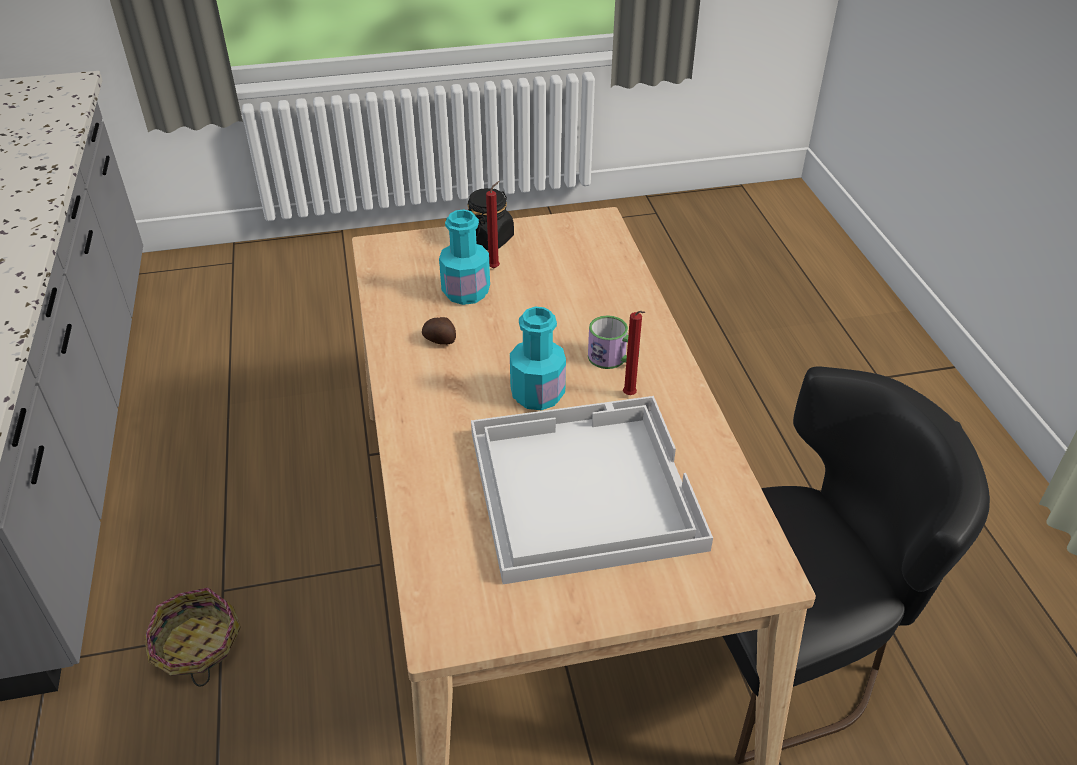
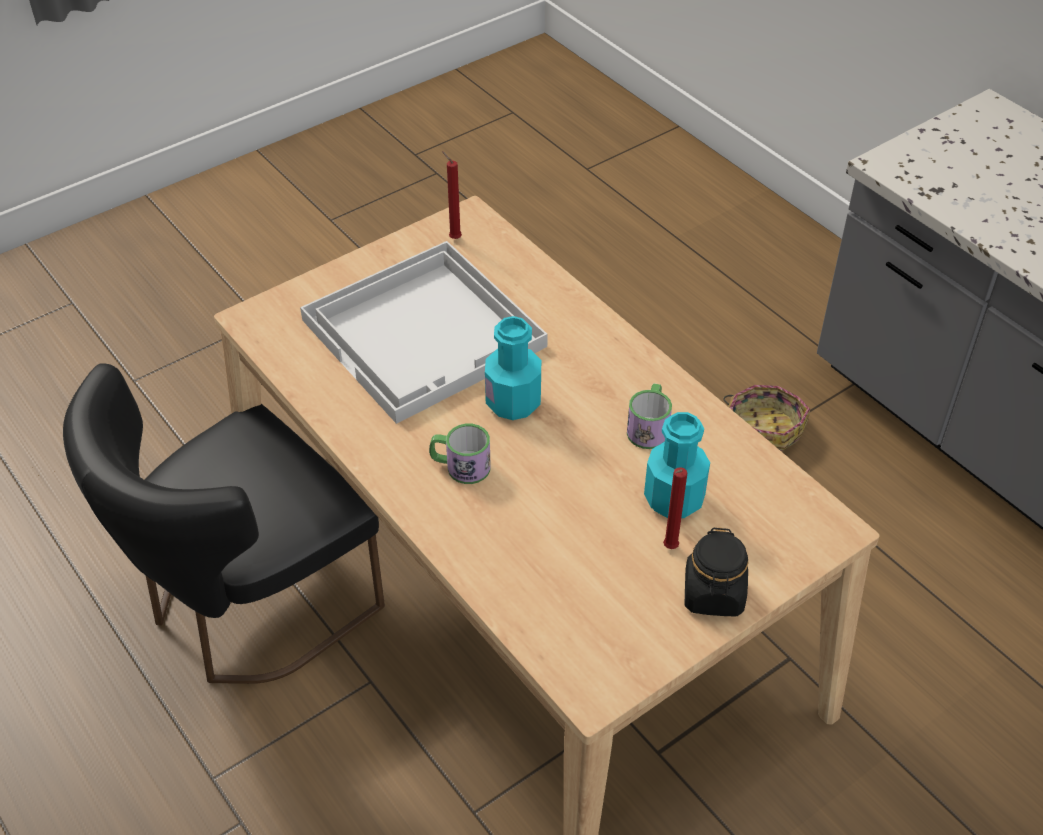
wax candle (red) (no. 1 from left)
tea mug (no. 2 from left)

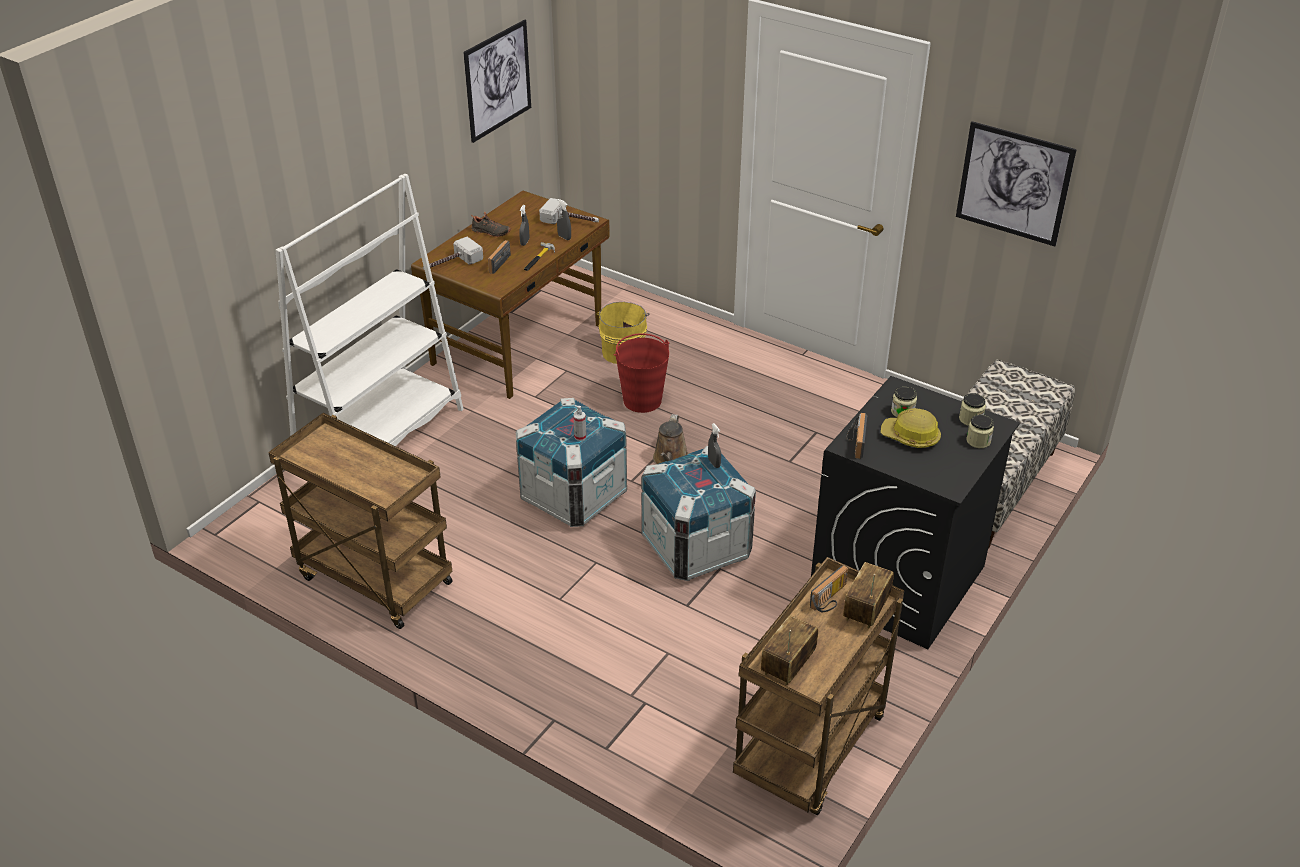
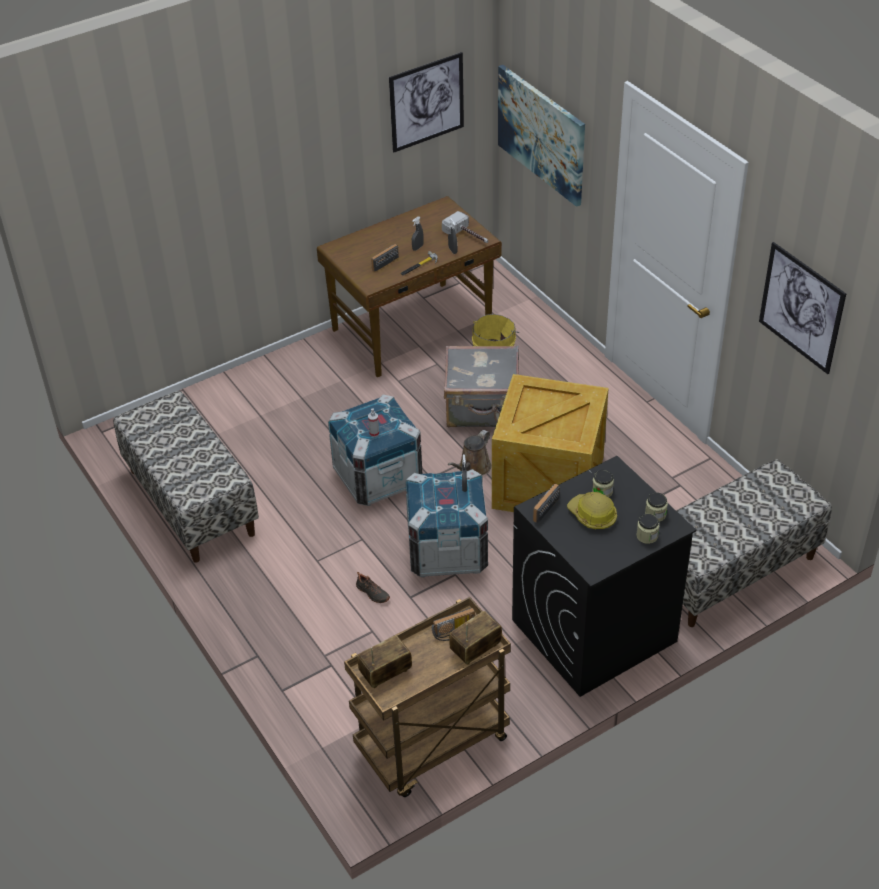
indoor bench (no. 1 from left)
item of footwear (blackish)
suitcase (greyish)
packing crate (no. 3 from left)
wall picture (no. 2 from left)
shelving unit (white-coloured)
hammer (no. 1 from left in the first image)

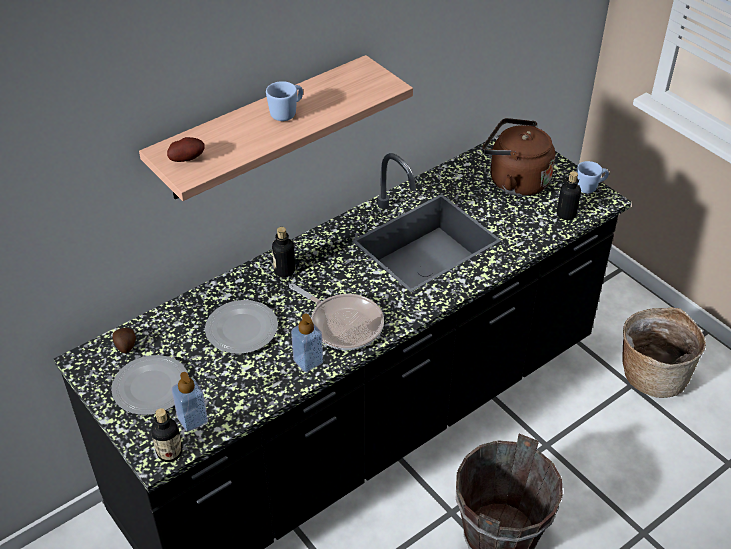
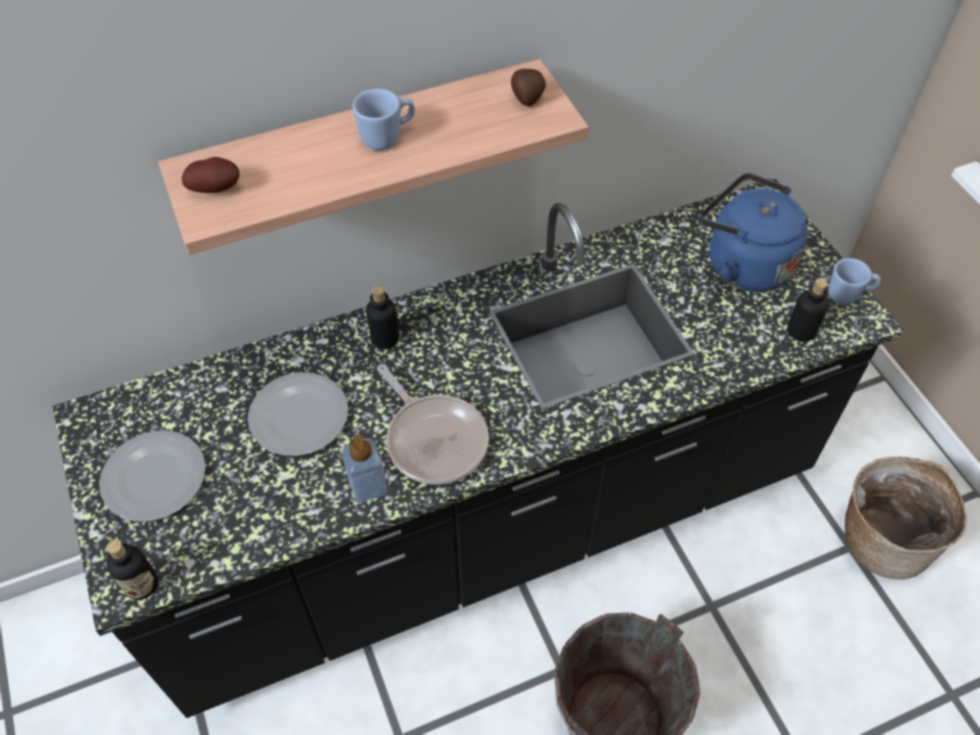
whole potato (no. 2 from left)
tea kettle (bluish)
soap dispenser (no. 1 from left in the first image)

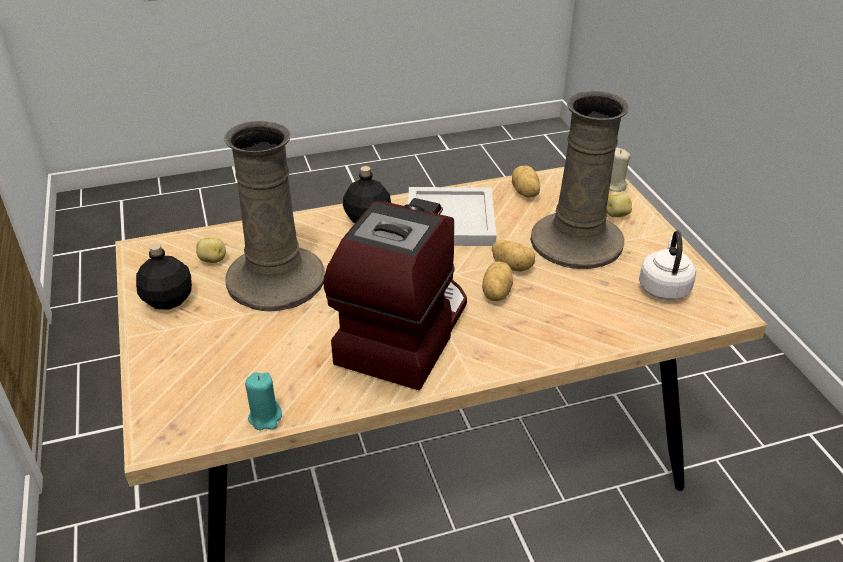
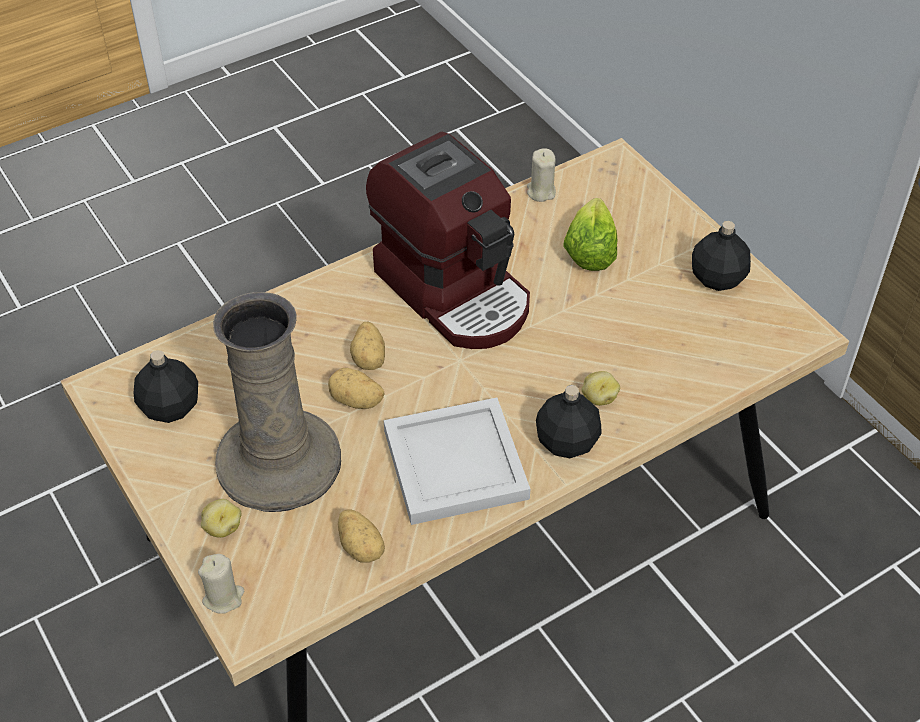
drink bottle (blackish) (no. 1 from left)
coffee brewer
wax candle (beige) (no. 2 from left)
lettuce head
whole potato (no. 5 from left)
decorative vase (beige) (no. 1 from left in the first image)

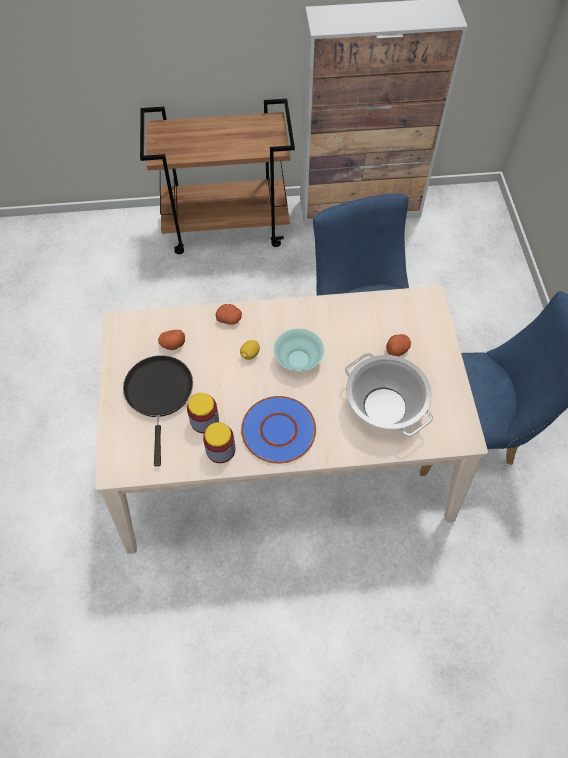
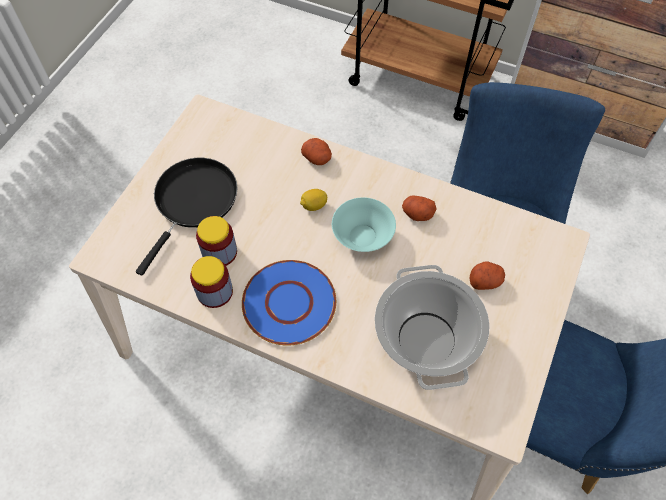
whole potato (no. 2 from left)

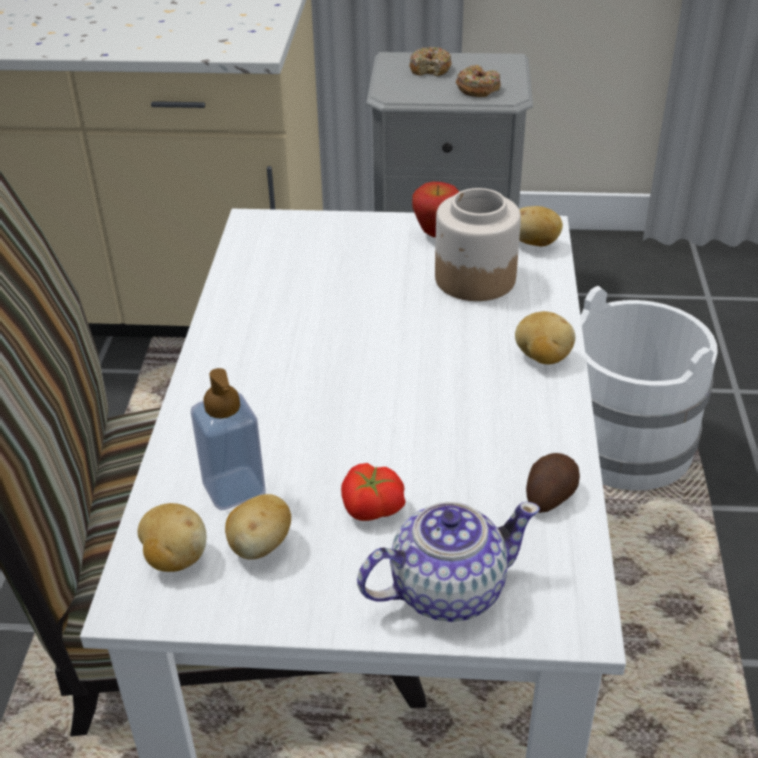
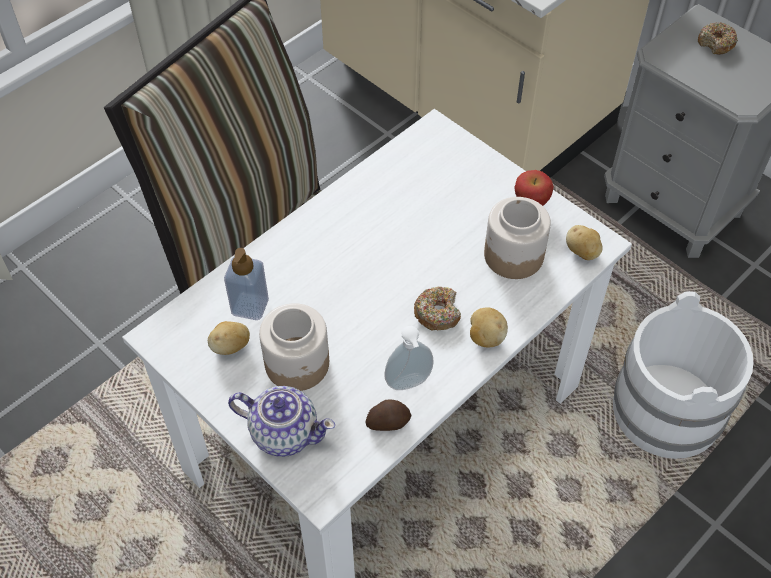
preserve jar (no. 1 from left)
soap dispenser (no. 2 from left)
doughnut (no. 1 from left)
whole potato (no. 1 from left in the first image)

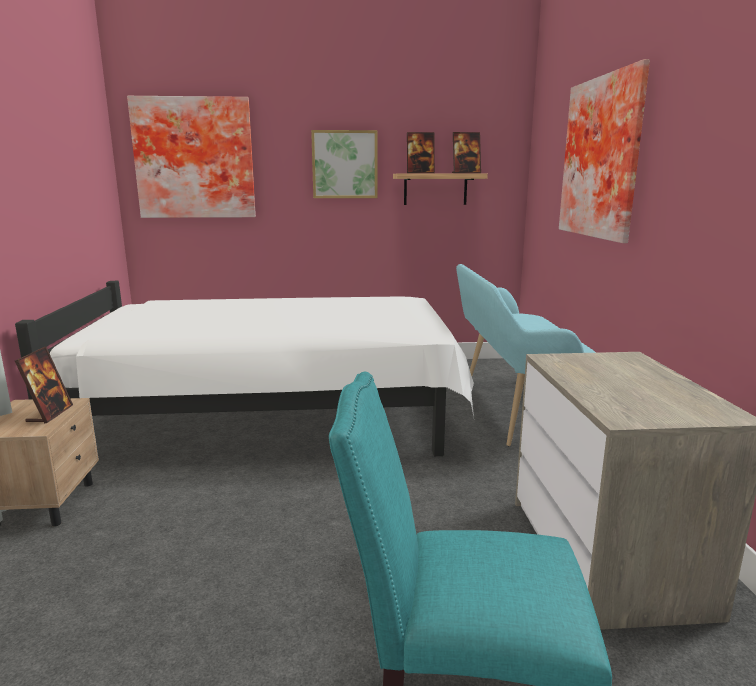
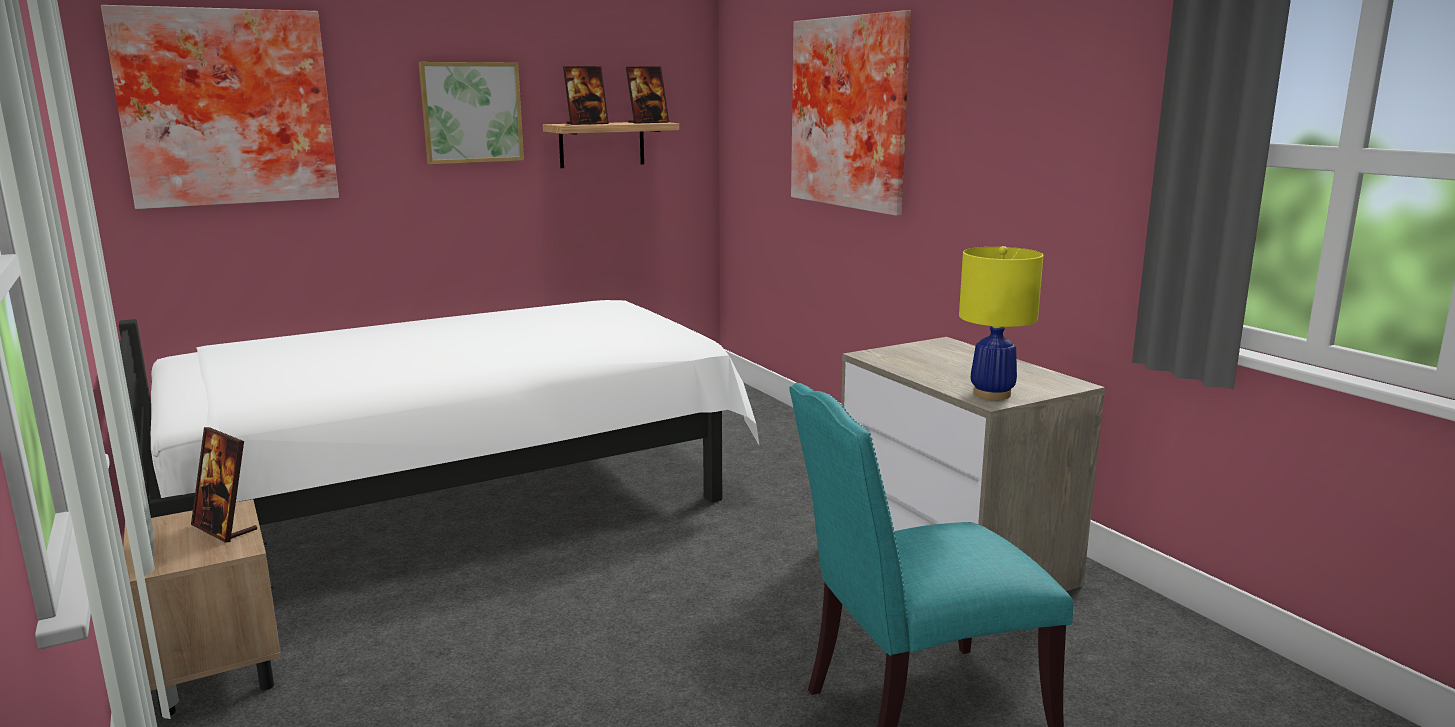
photo frame (no. 1 from left)
table lamp (yellowish)
indoor bench (turquoise)

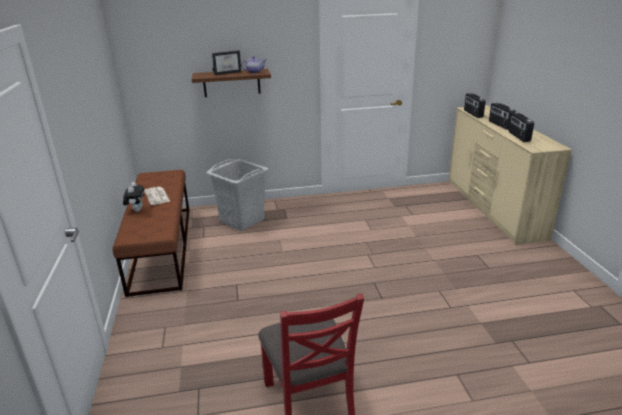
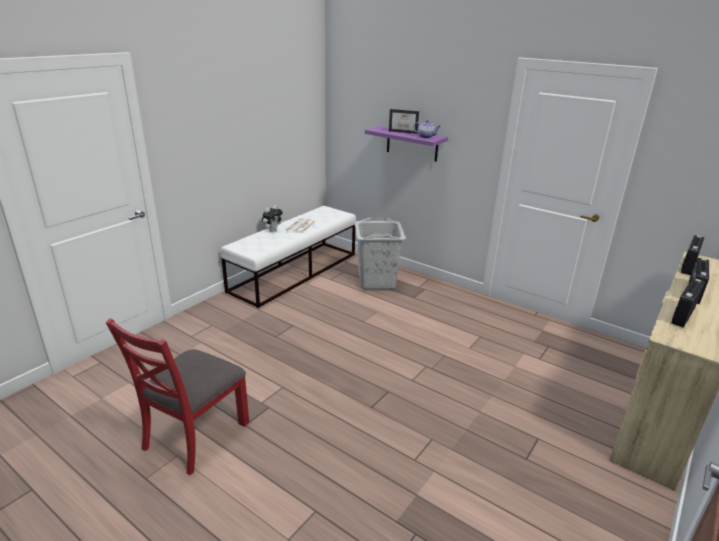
indoor bench (white-coloured)
wall shelf (purple-coloured)

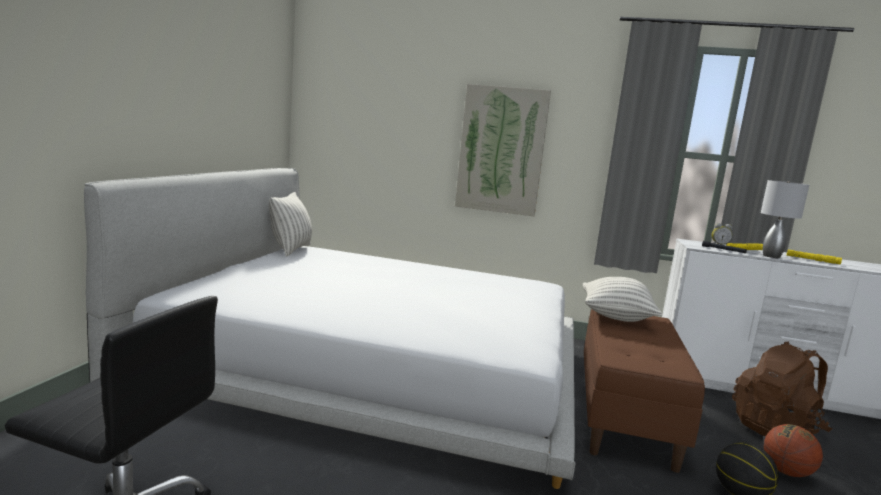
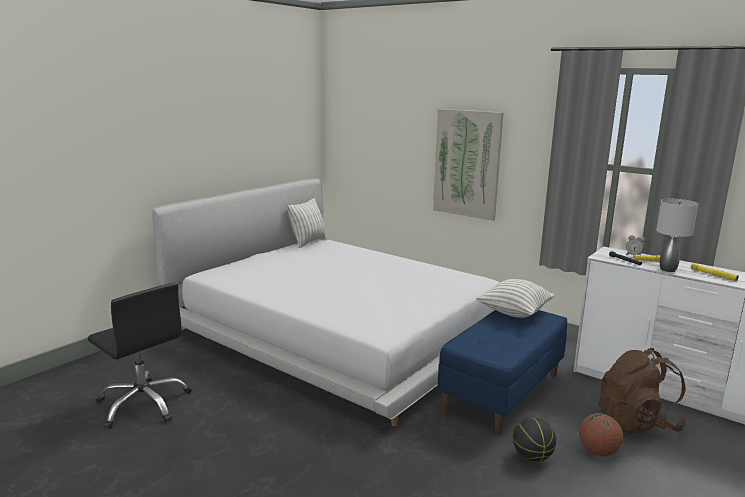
indoor bench (bluish)

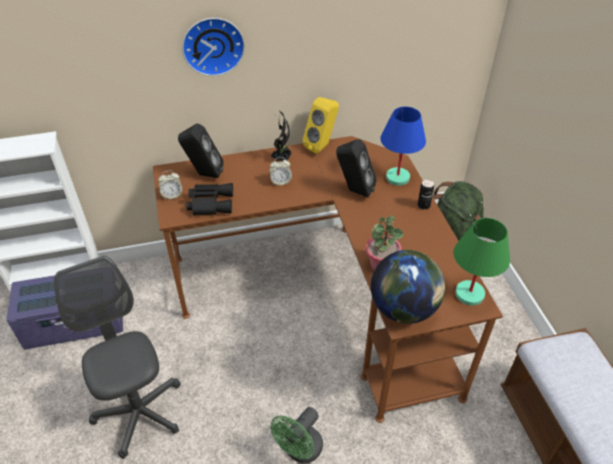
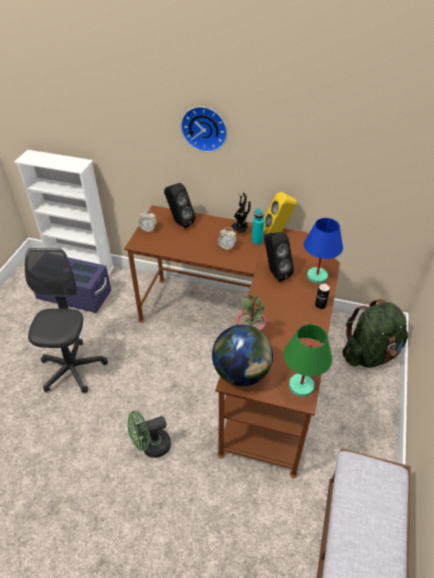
drink bottle (turquoise)
binoculars (blackish)

